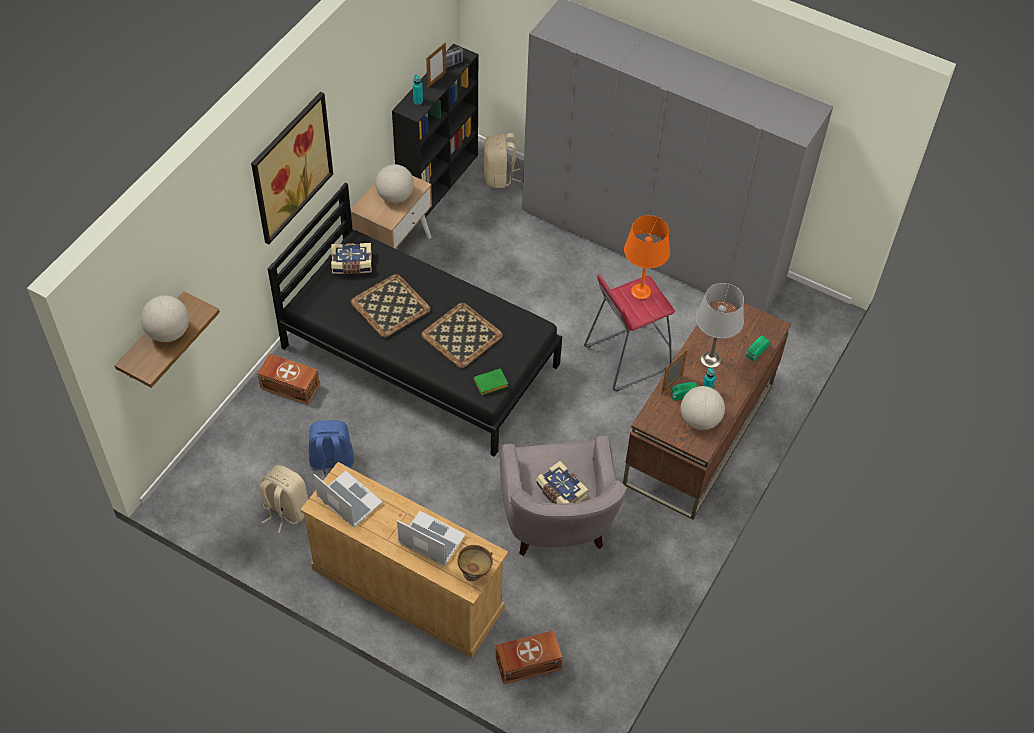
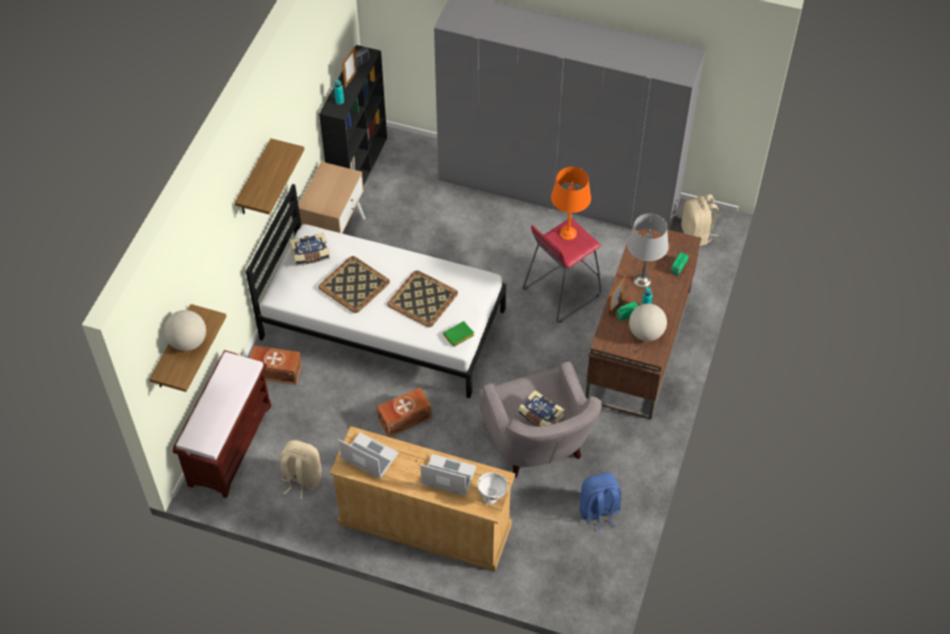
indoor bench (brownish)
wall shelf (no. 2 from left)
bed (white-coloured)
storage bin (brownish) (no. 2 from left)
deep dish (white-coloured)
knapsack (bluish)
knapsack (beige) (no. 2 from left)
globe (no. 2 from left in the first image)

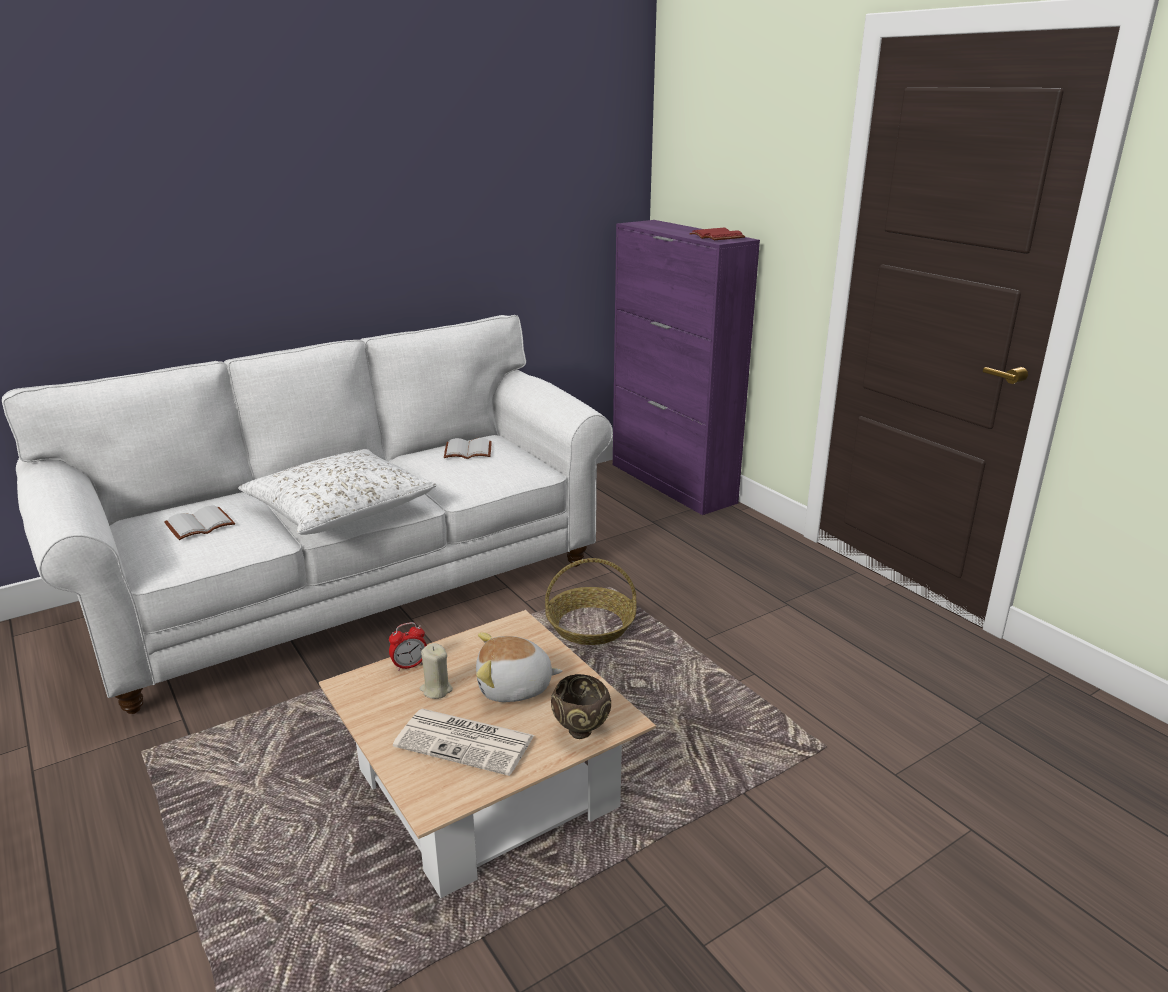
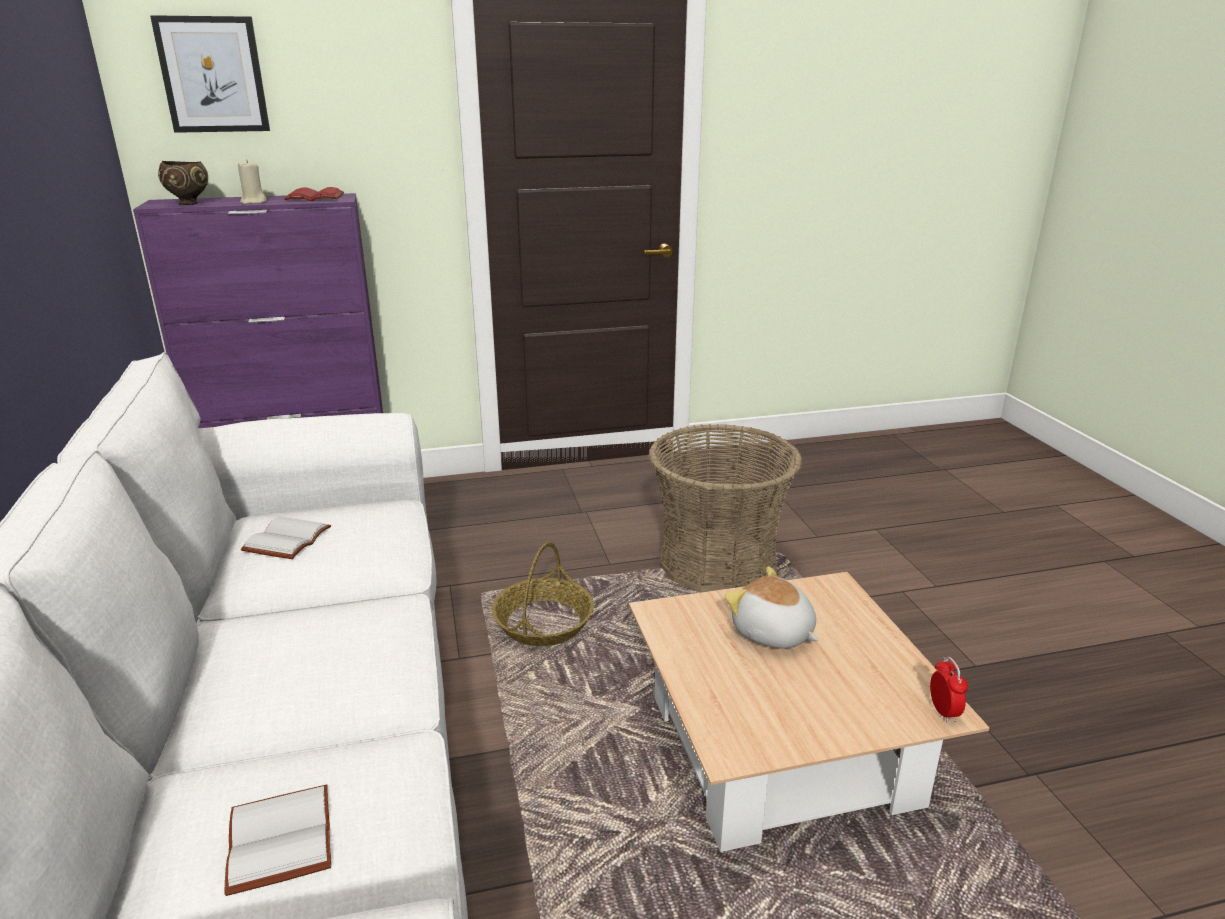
wall picture
deep dish (brownish)
wax candle (beige)
storage basket (no. 2 from left)
cuddly toy
bedside clock
throw pillow (white-coloured)
daily paper

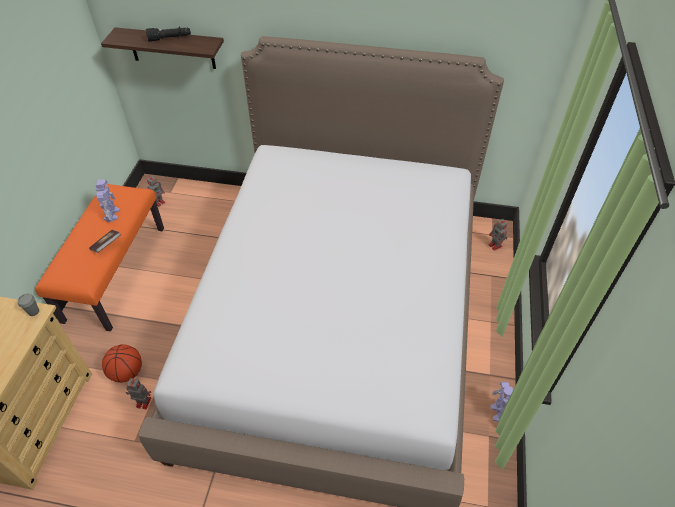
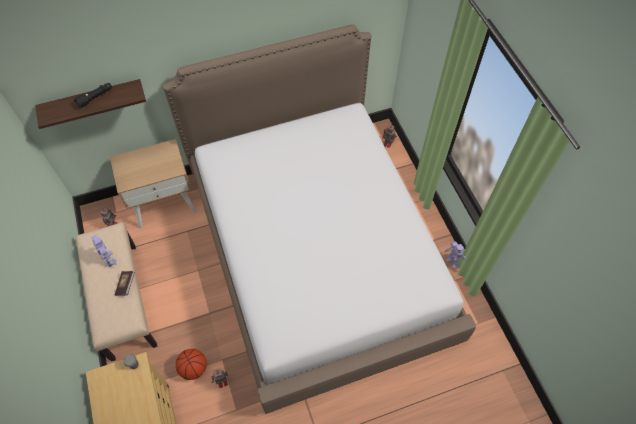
indoor bench (beige)
bedside table (beige)

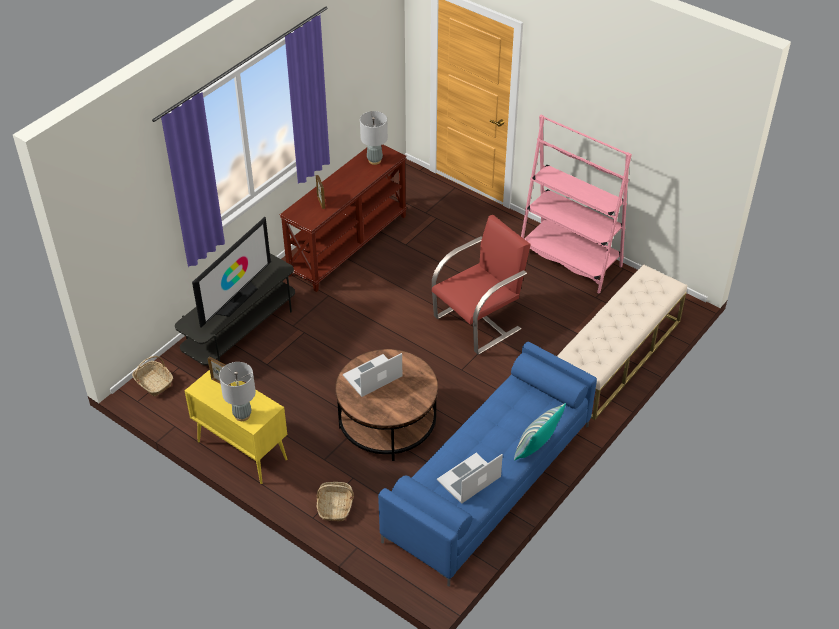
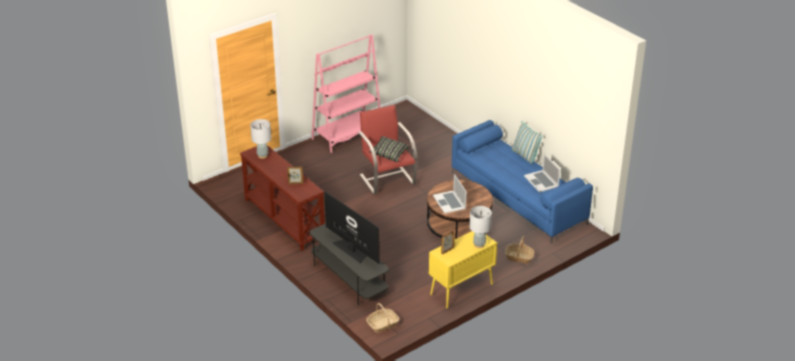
throw pillow (no. 1 from left)
indoor bench (beige)

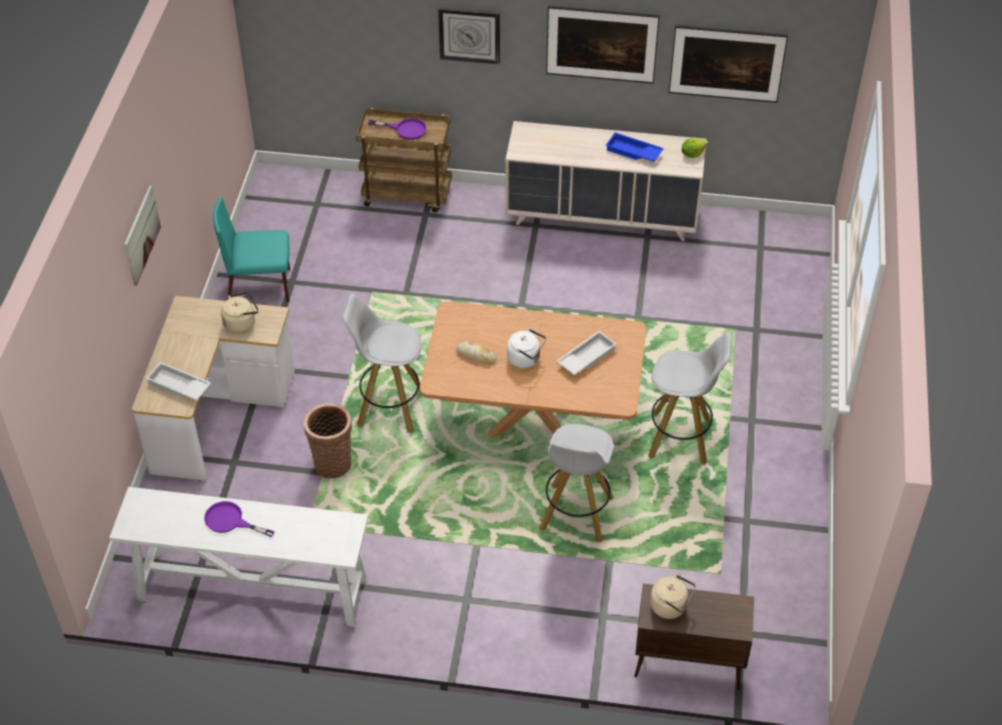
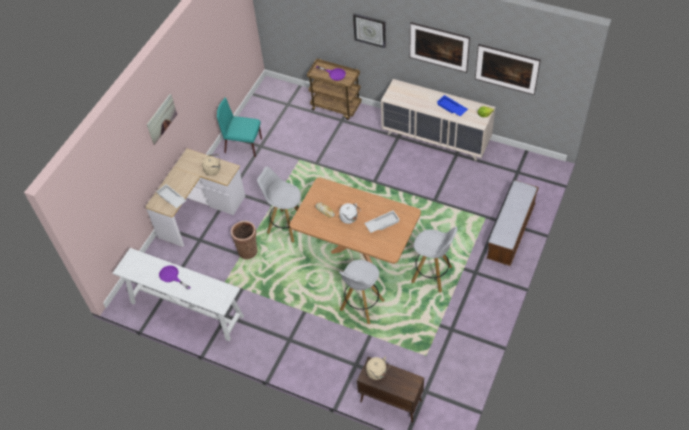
indoor bench

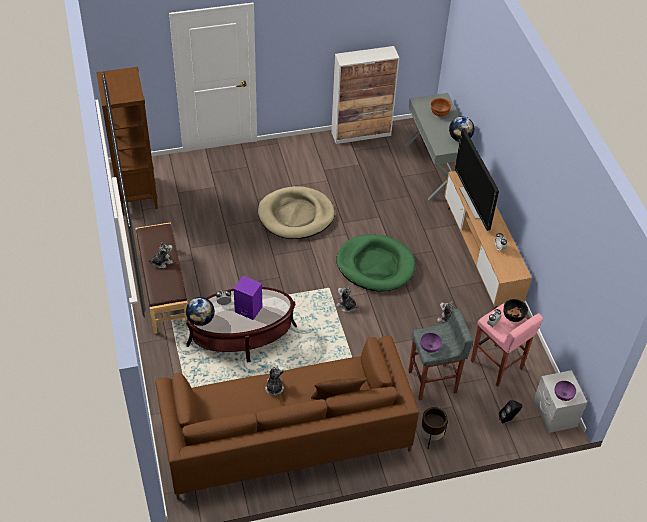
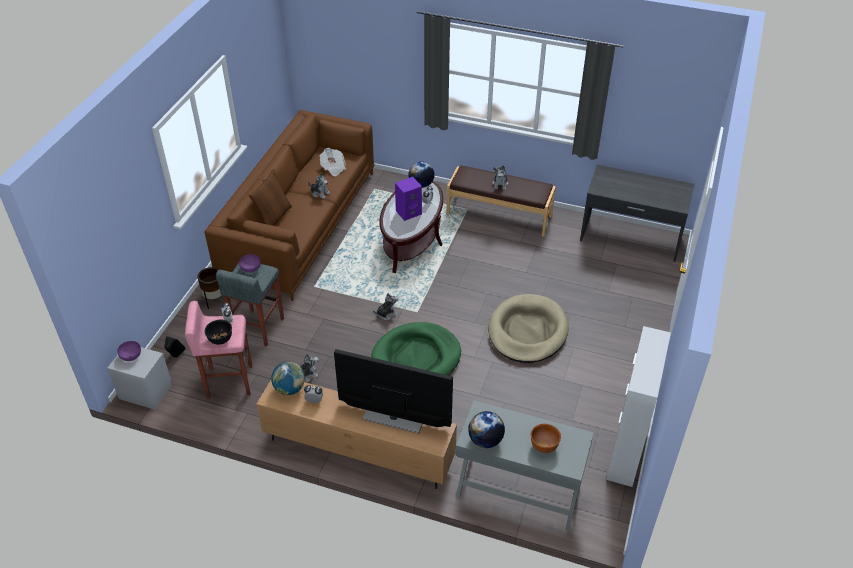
globe (no. 1 from left)
daily paper
desk (greyish)

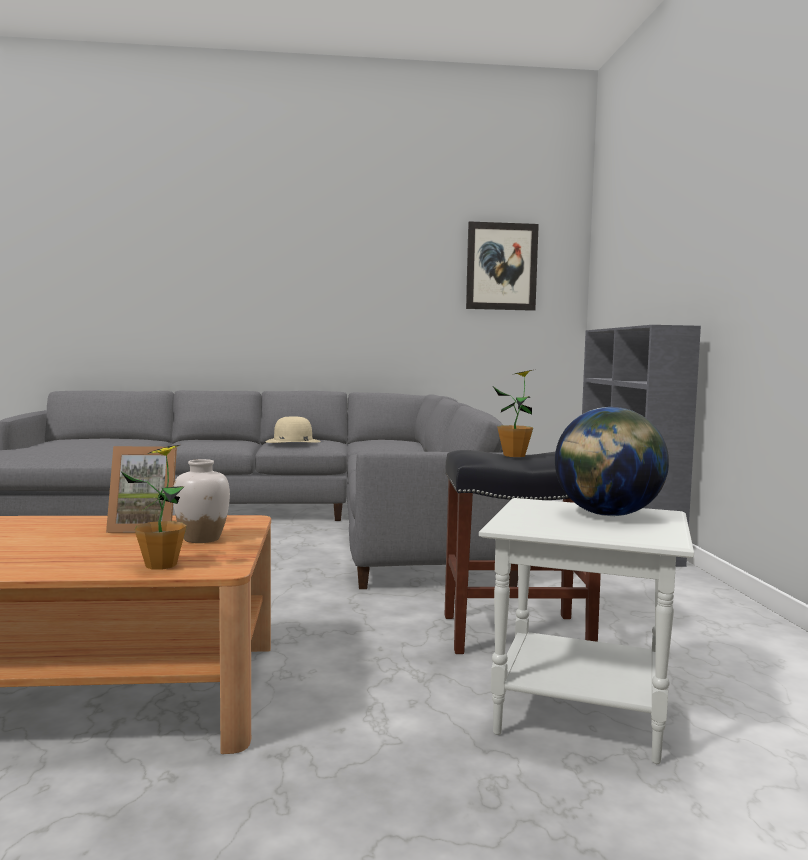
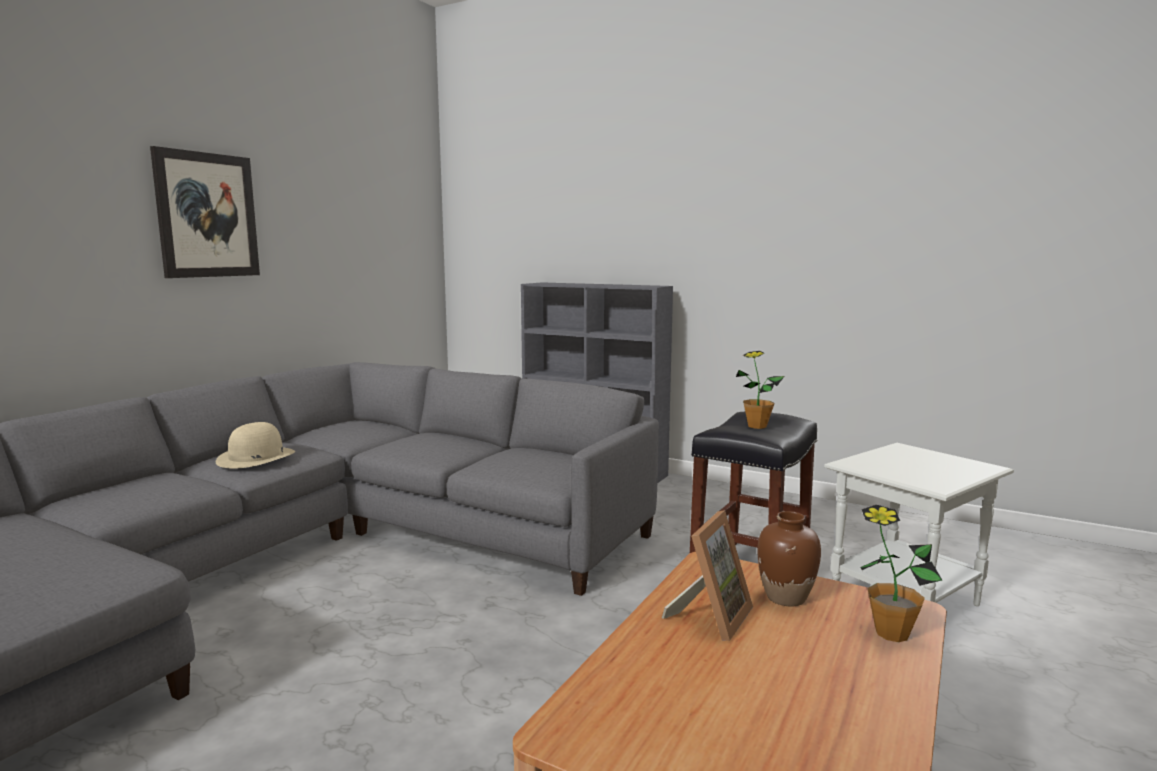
wall picture
decorative vase (brownish)
globe

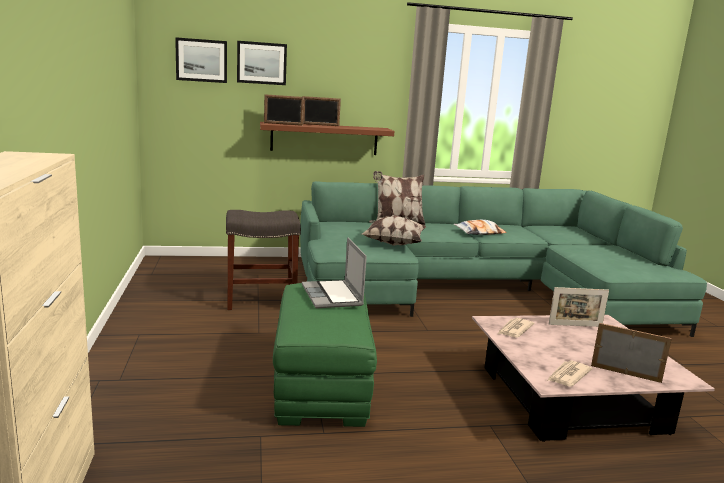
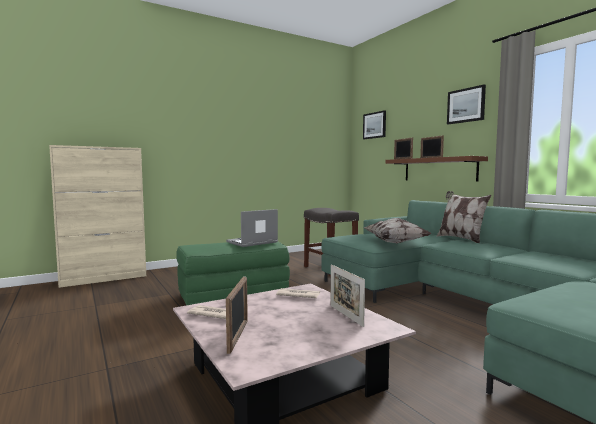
wall picture (no. 2 from left)
throw pillow (no. 3 from left in the first image)

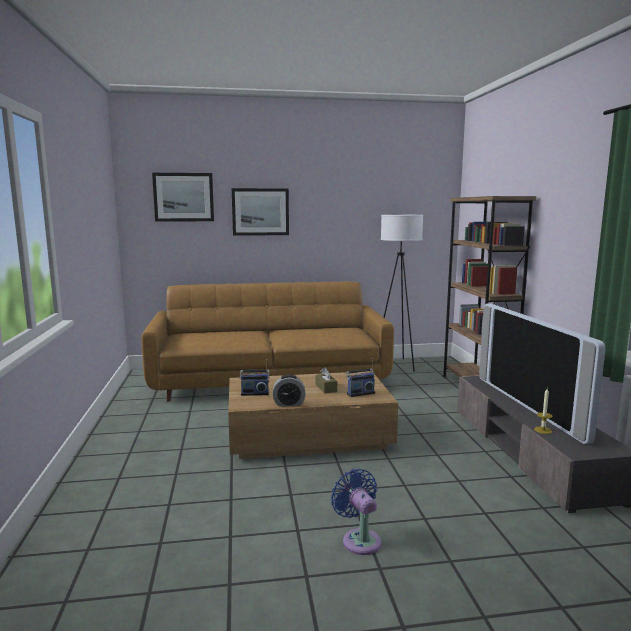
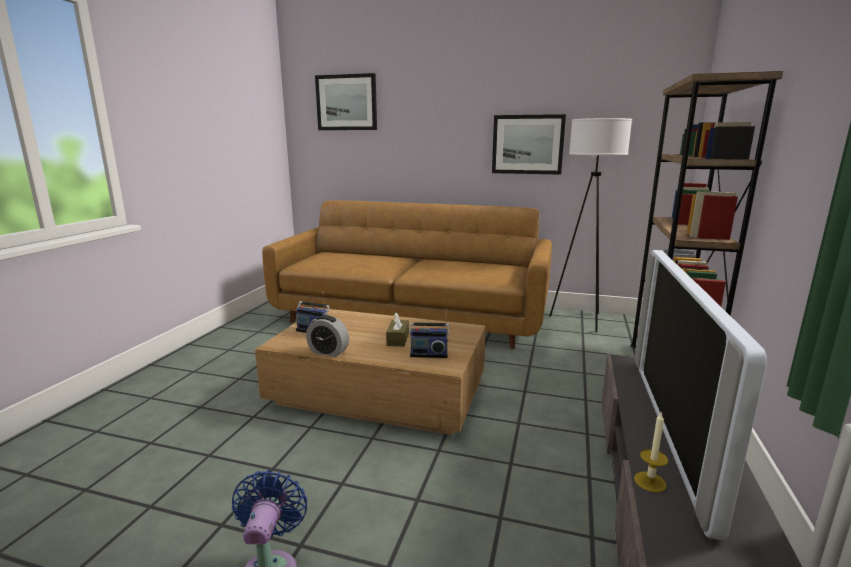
wall picture (no. 2 from left)

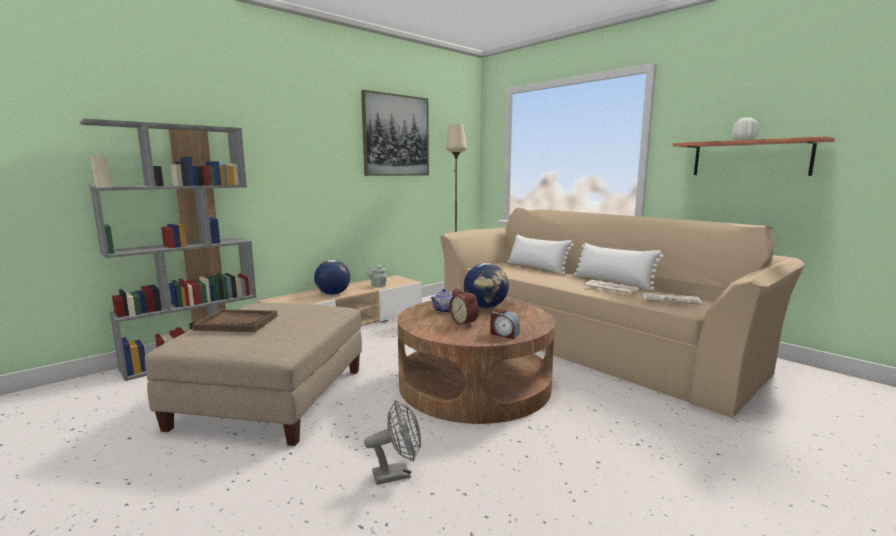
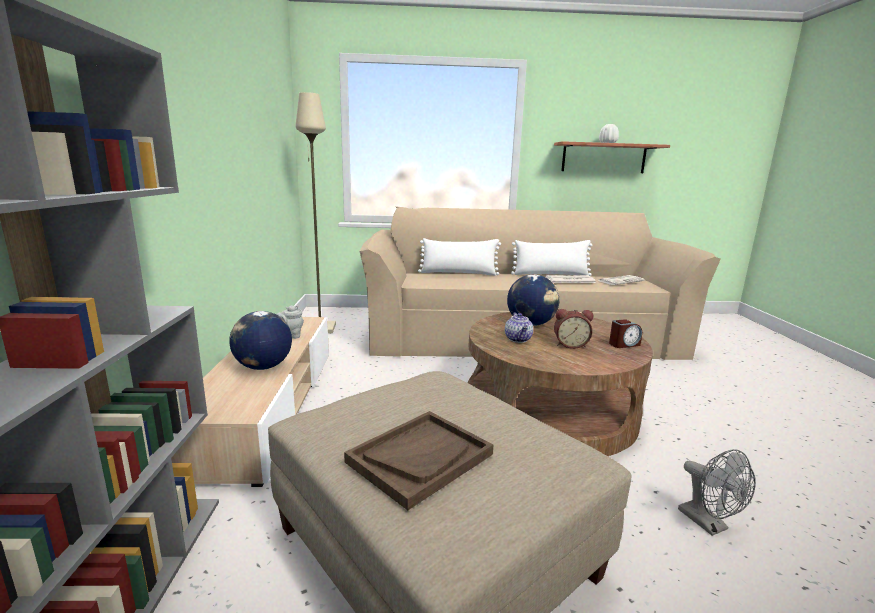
cooling fan (greyish)
wall picture

